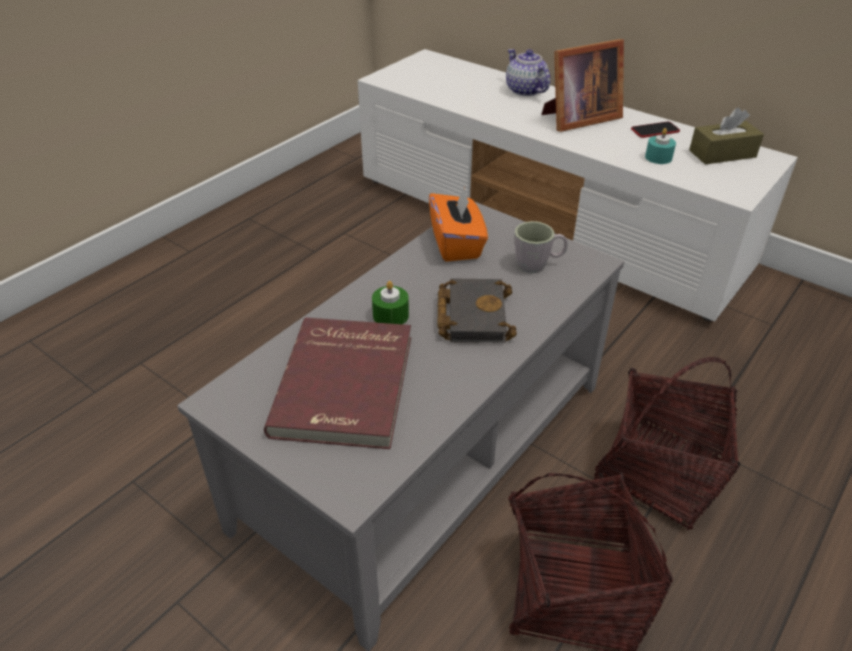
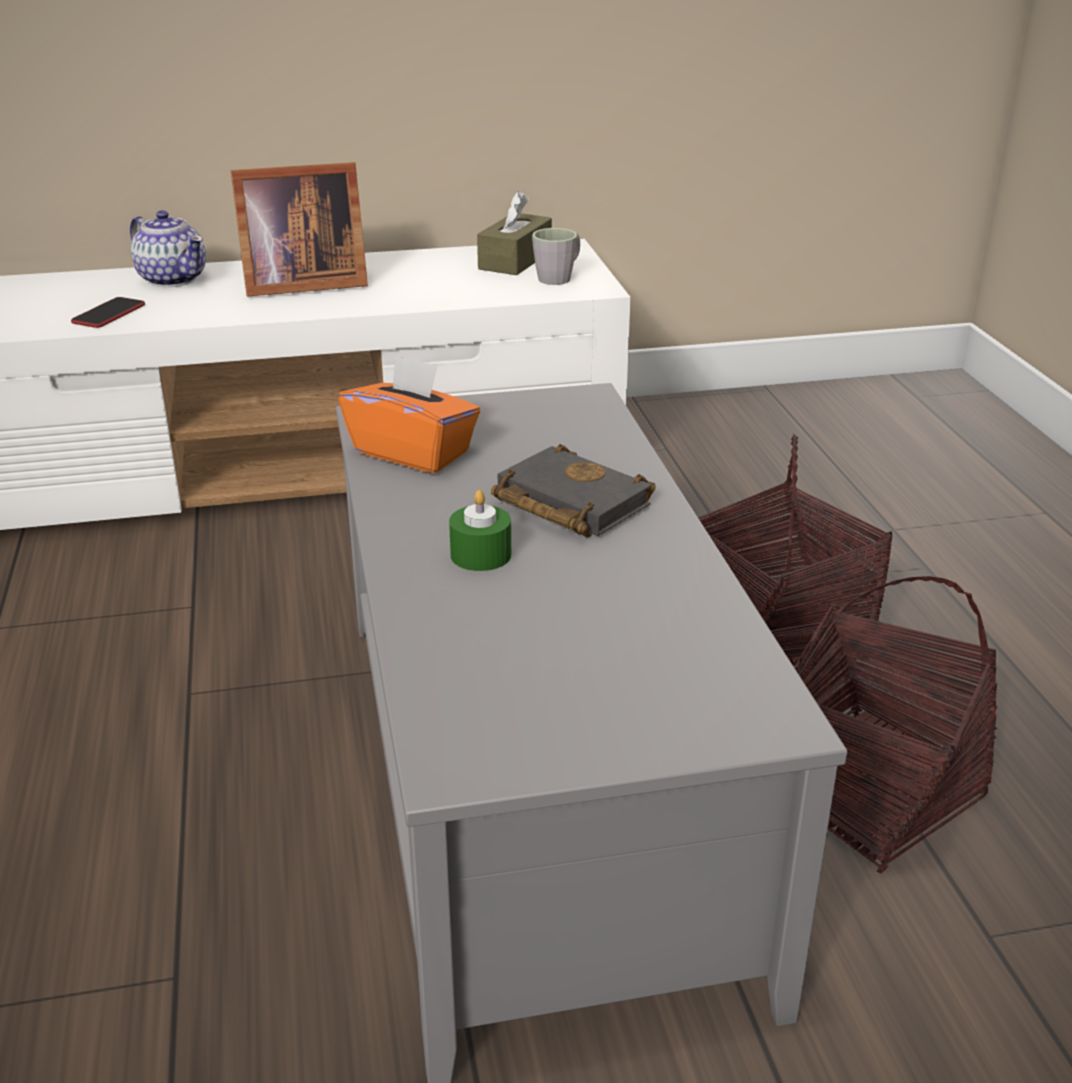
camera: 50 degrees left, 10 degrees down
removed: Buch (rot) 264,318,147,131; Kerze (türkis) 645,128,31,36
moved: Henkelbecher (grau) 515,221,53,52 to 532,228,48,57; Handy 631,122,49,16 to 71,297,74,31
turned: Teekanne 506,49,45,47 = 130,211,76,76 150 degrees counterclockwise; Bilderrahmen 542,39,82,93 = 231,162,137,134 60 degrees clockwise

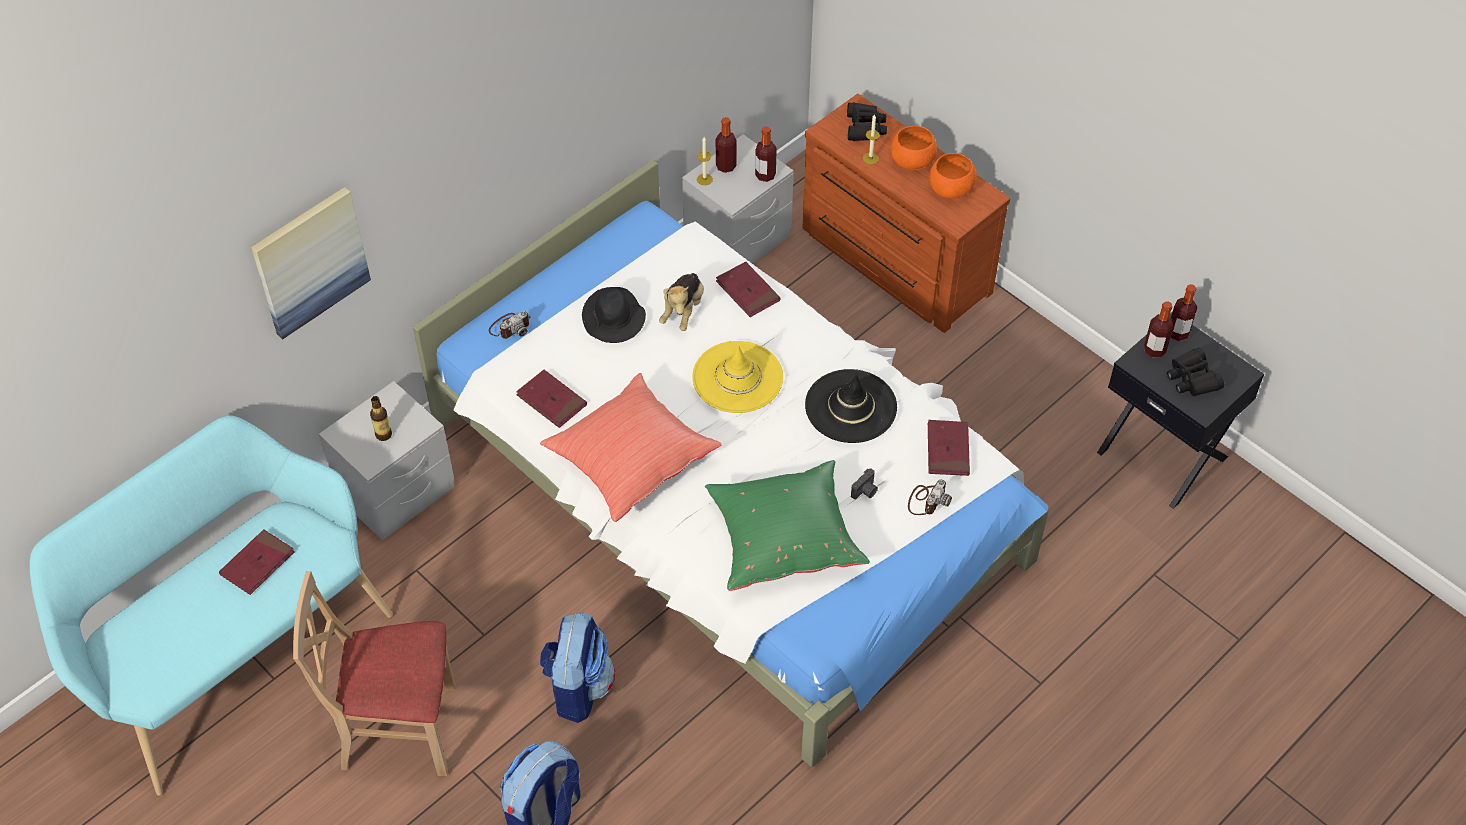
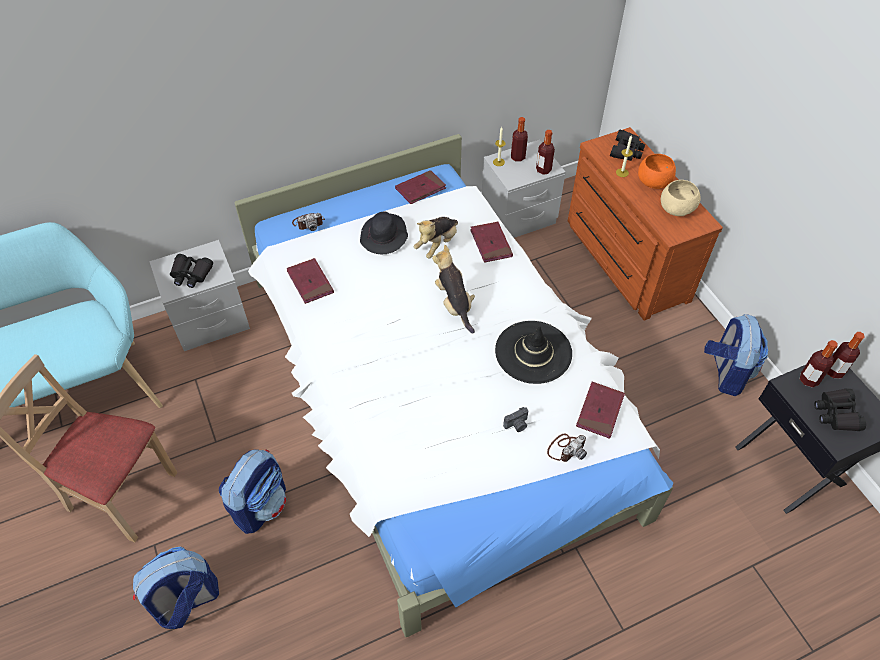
camera: 20 degrees right, 0 degrees up
removed: Bild 251,187,120,152; Kissen (rot) 540,373,182,149; Kissen (grün) 705,460,165,131
added: Rucksack 704,314,64,82
moved: Buch (rot) 219,529,76,66 to 395,170,51,34
replaced: Flasche 370,396,22,45 to Fernglas (schwarz) 170,254,43,34; Hut (gelb) 692,341,91,72 to Plüschtier 432,245,43,89
recoloured: Schüssel (orange) 929,153,48,46 to Schüssel (beige) 661,180,40,36

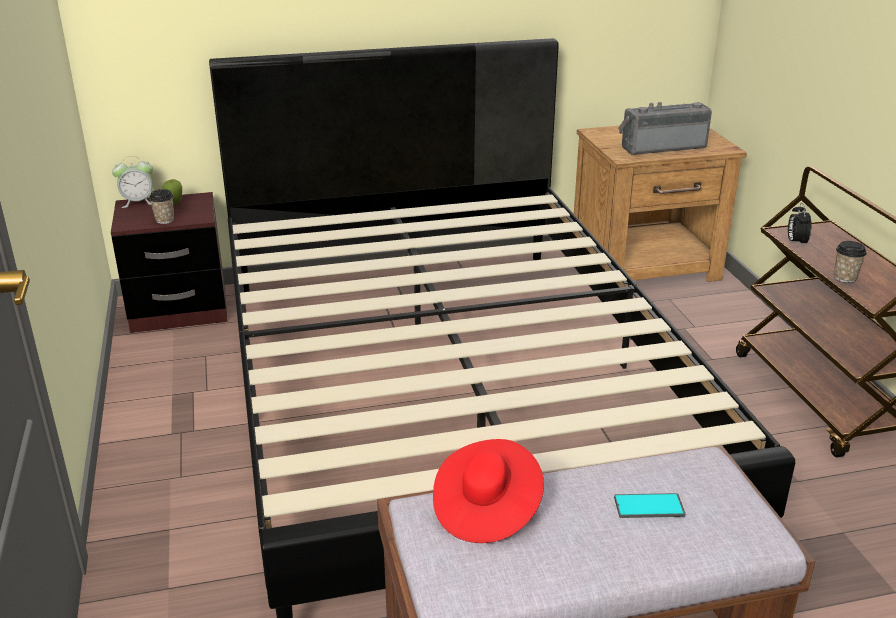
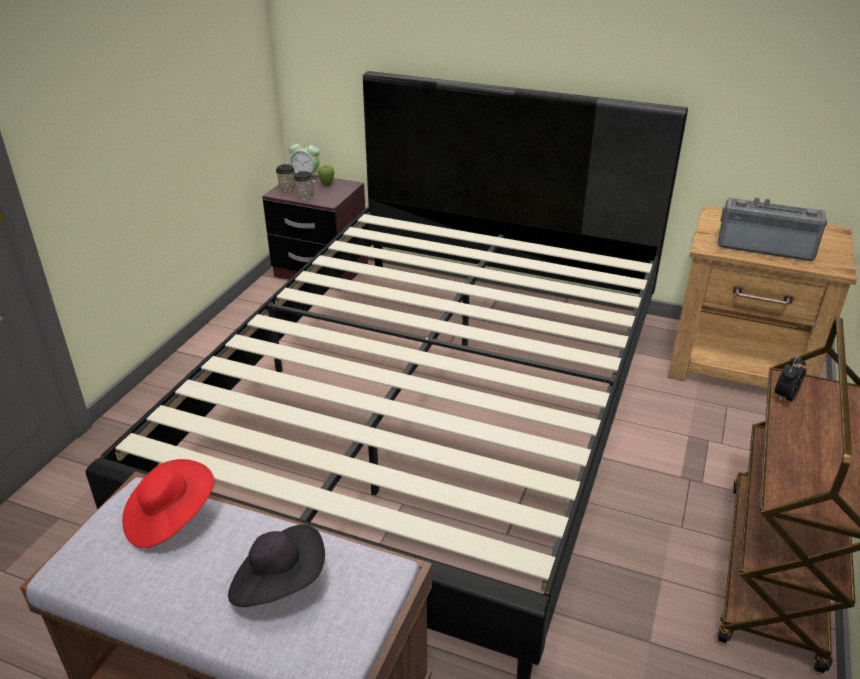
camera: 35 degrees right, 5 degrees up
moved: Tasse 834,241,33,42 to 276,164,19,28
replaced: Handy 614,493,71,25 to Hut (schwarz) 228,525,97,82

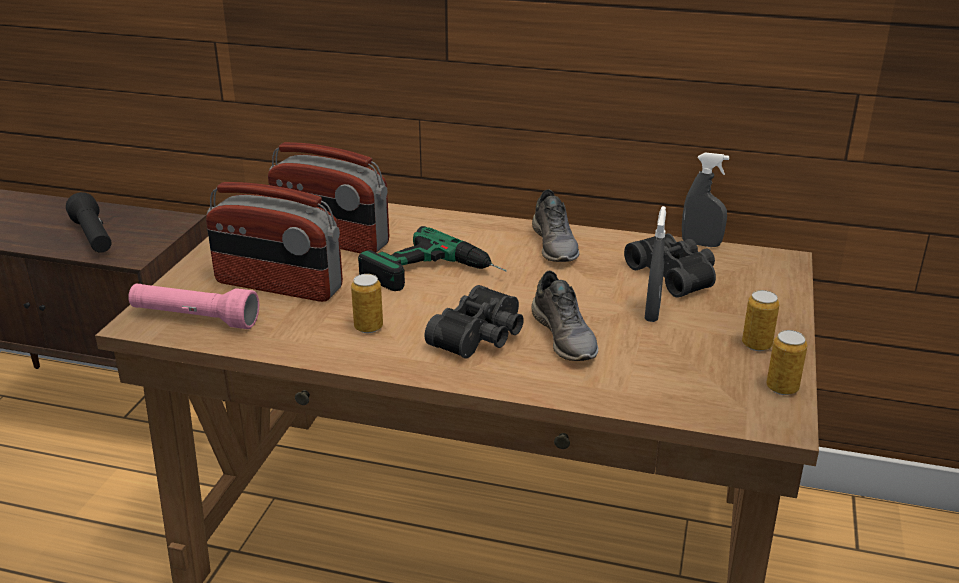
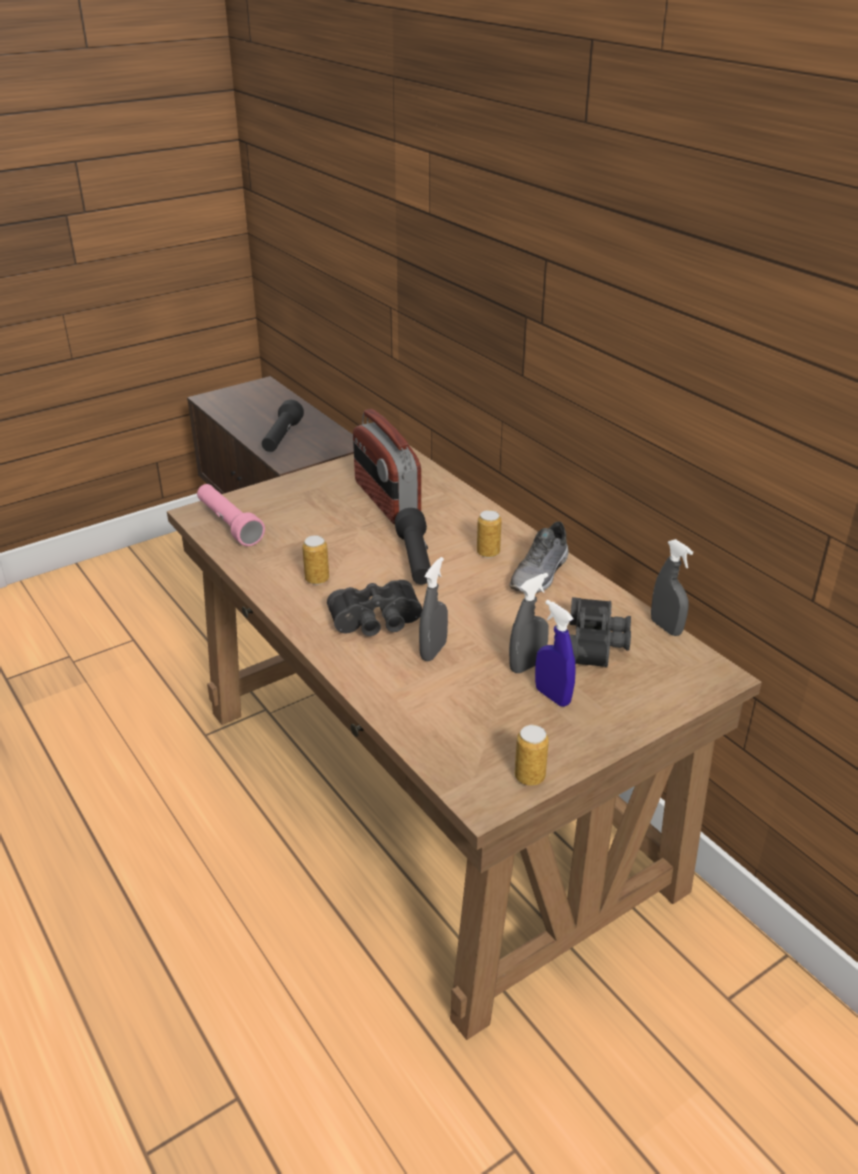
camera: 40 degrees right, 5 degrees up
removed: Radio 206,182,137,120
added: Sprühflasche (blau) 535,600,41,107
moved: Dose 742,290,38,61 to 477,510,25,48
replaced: Bohrmaschine 358,226,149,65 to Taschenlampe (schwarz) 395,508,36,77; Schuh (grau) 531,271,67,90 to Sprühflasche (grau) 419,557,29,104

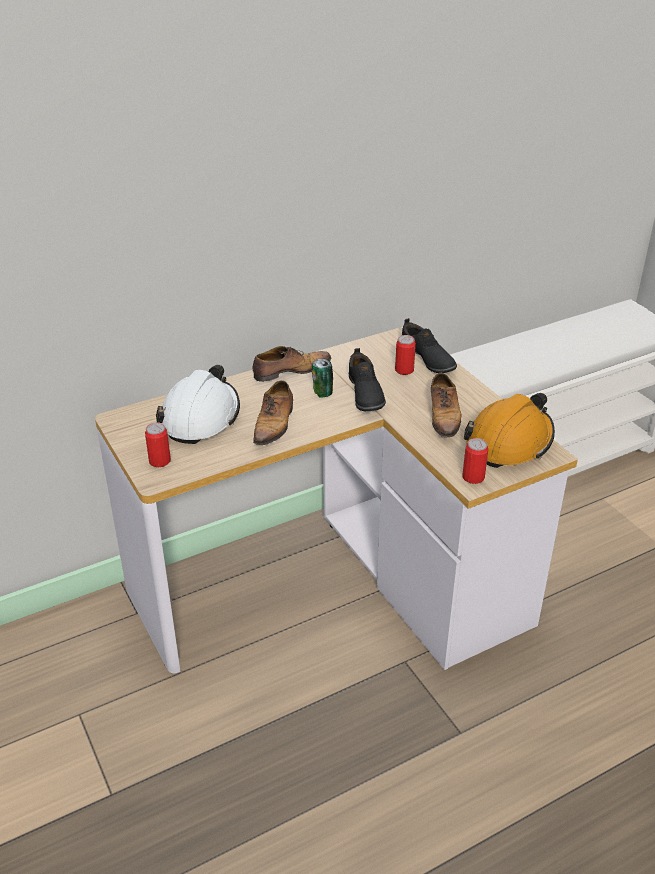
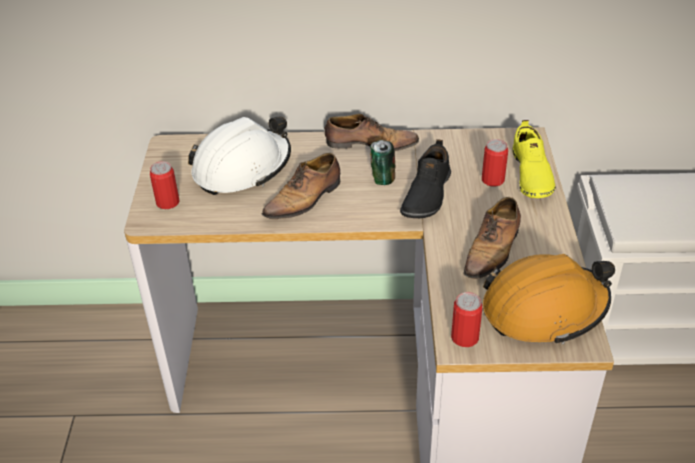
camera: 30 degrees right, 5 degrees up
recoloured: Schuh (schwarz) 402,318,55,55 to Schuh (gelb) 512,120,44,78

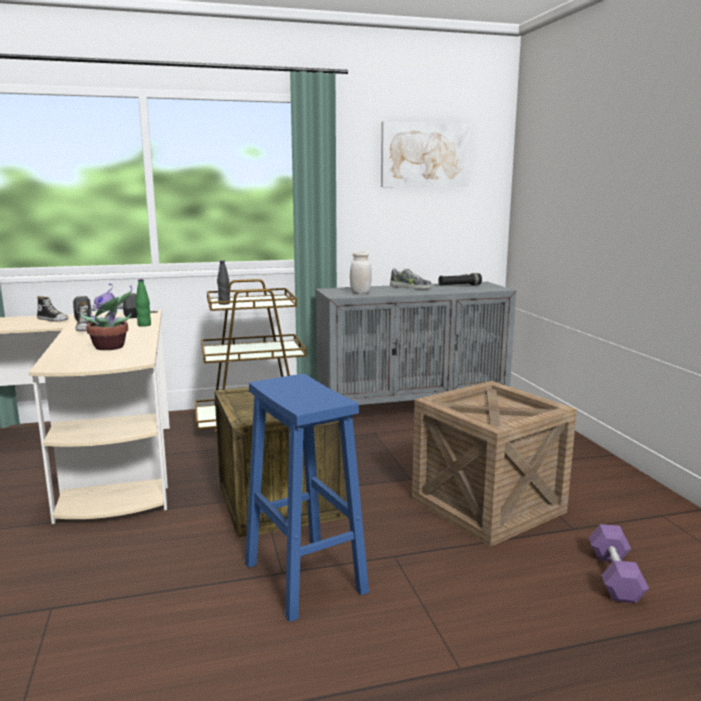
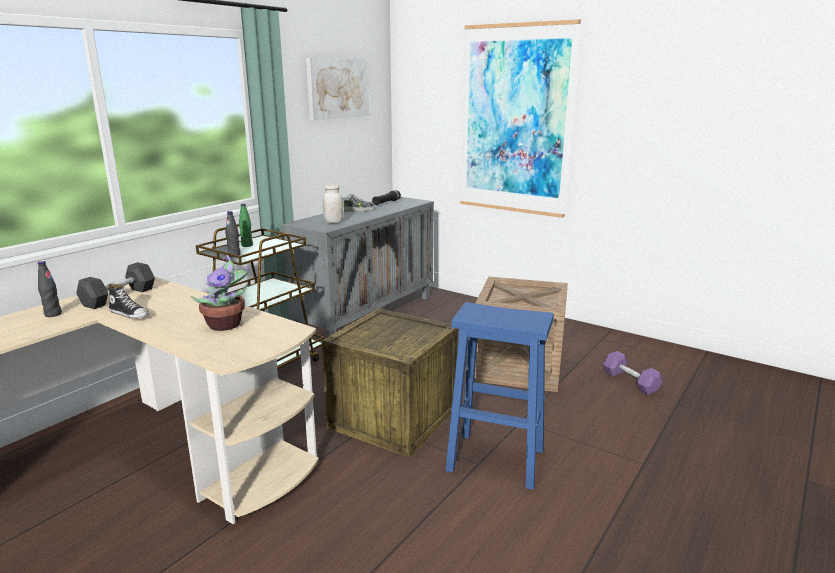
camera: 40 degrees left, 5 degrees up
added: Bild 460,19,121,199
moved: Flasche (grün) 136,279,15,48 to 239,204,14,43
replaced: Schuh 37,296,32,26 to Flasche (schwarz) 38,261,24,56

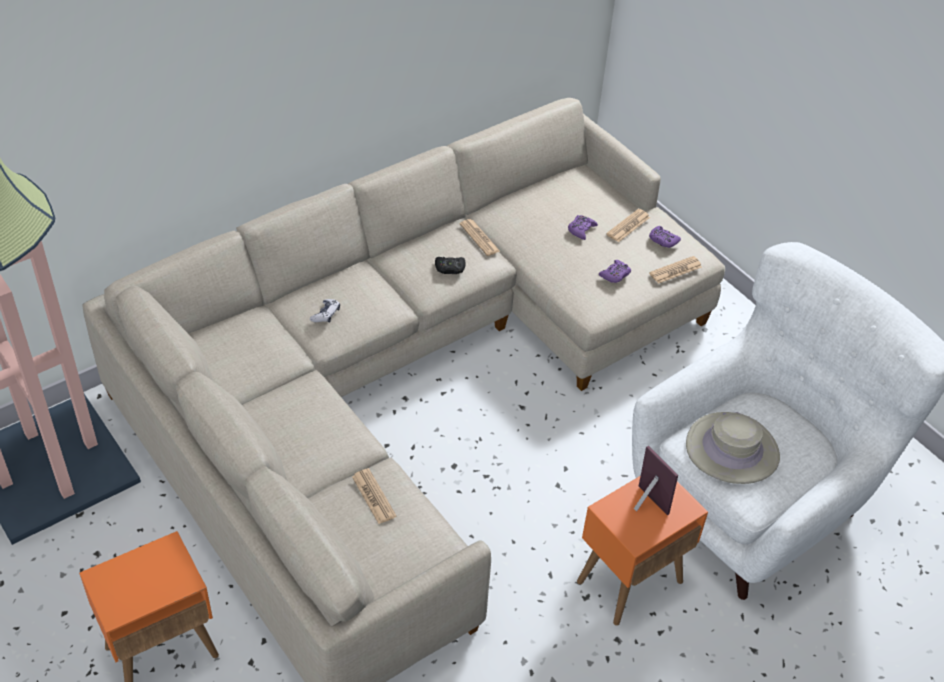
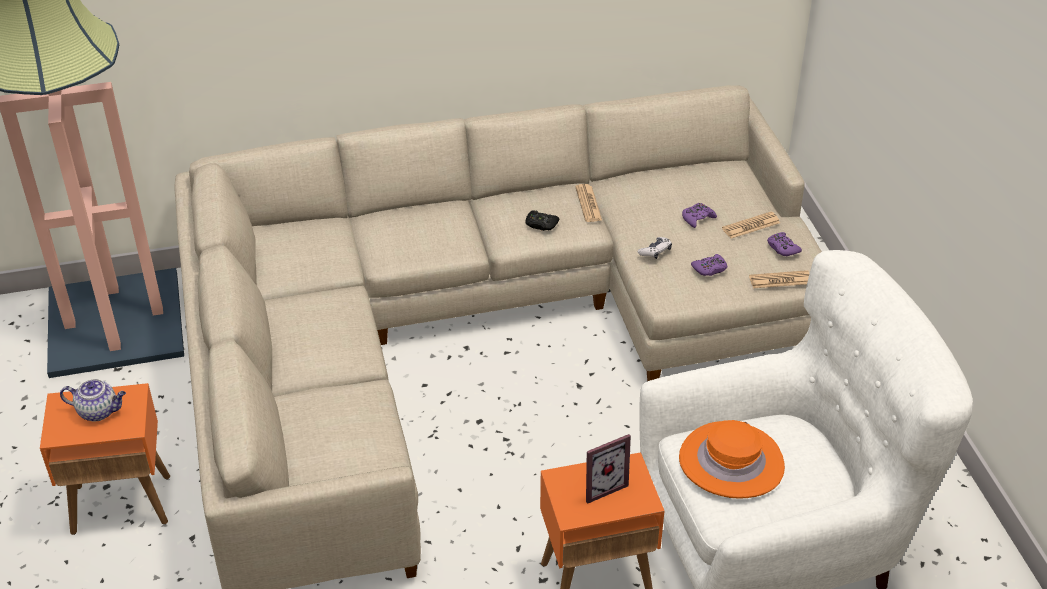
camera: 25 degrees right, 5 degrees down
removed: Zeitung 352,468,44,56
added: Teekanne 60,379,66,42
moved: Gamepad 310,299,30,24 to 638,237,34,22
recoloured: Hut (beige) 686,412,94,72 to Hut (orange) 679,420,106,78
turned: Bilderrahmen 634,446,44,69 = 586,434,45,70 75 degrees clockwise

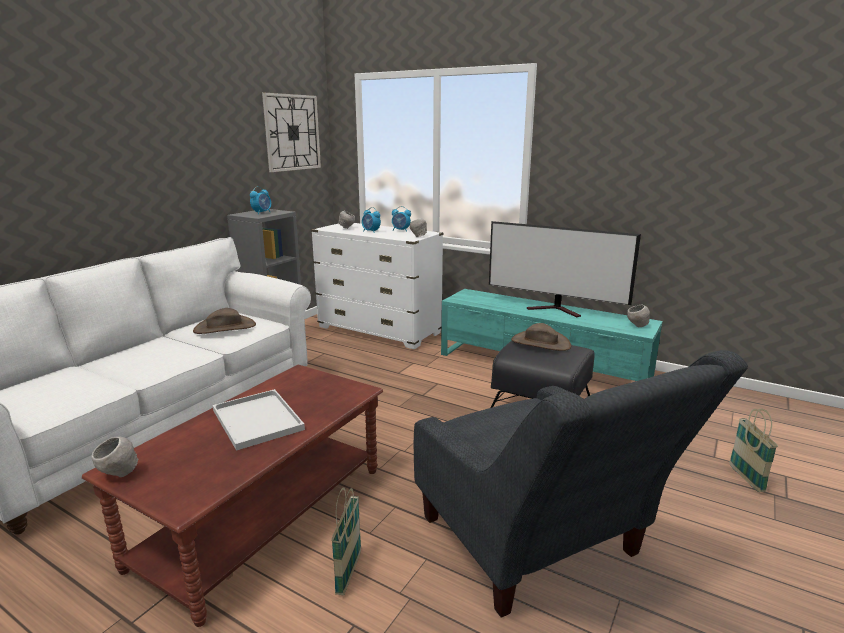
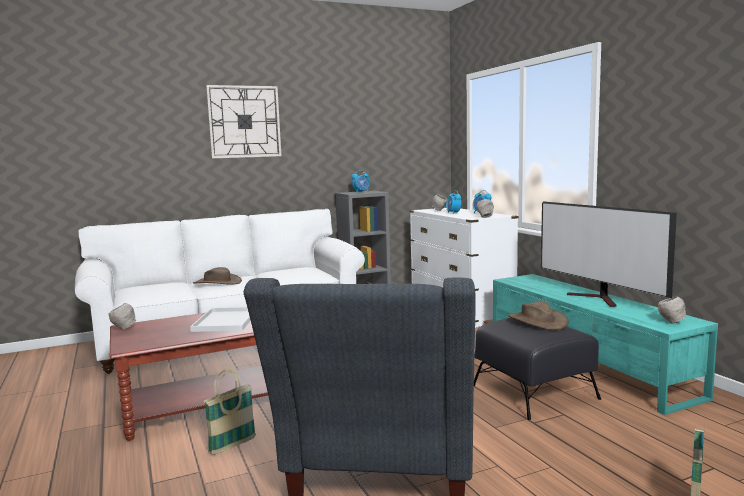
camera: 35 degrees right, 10 degrees down
moved: Hut (braun) 193,308,63,26 to 193,267,49,17; Wanduhr 262,93,59,79 to 206,85,75,73

